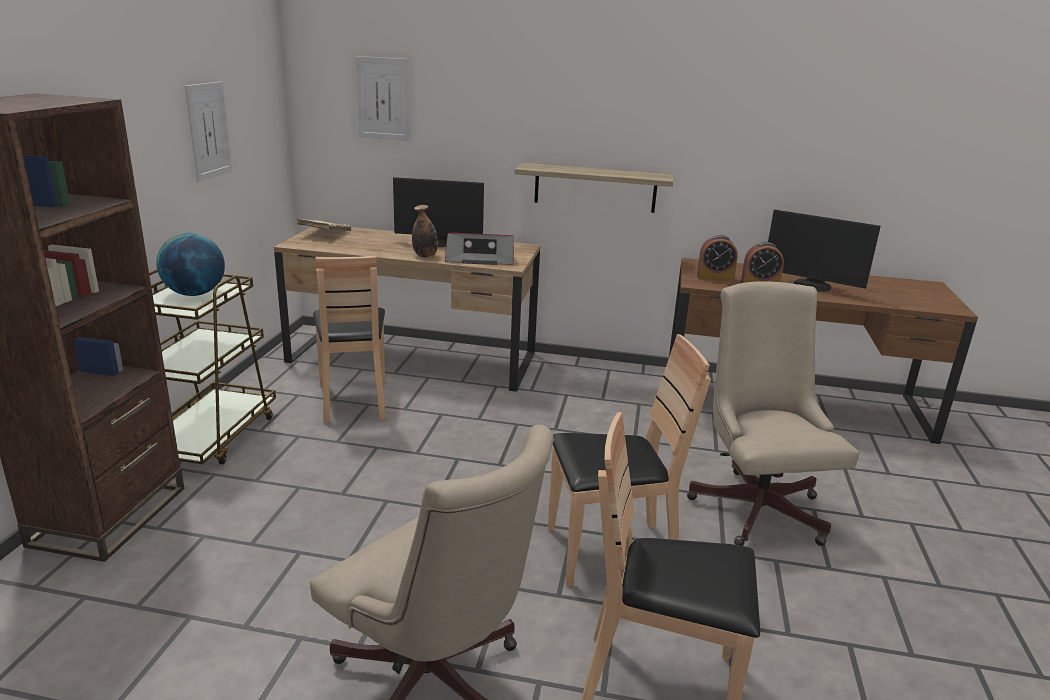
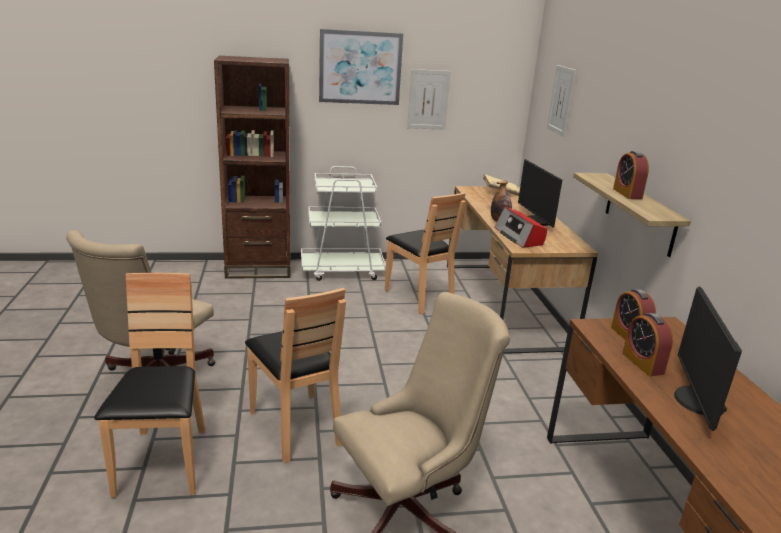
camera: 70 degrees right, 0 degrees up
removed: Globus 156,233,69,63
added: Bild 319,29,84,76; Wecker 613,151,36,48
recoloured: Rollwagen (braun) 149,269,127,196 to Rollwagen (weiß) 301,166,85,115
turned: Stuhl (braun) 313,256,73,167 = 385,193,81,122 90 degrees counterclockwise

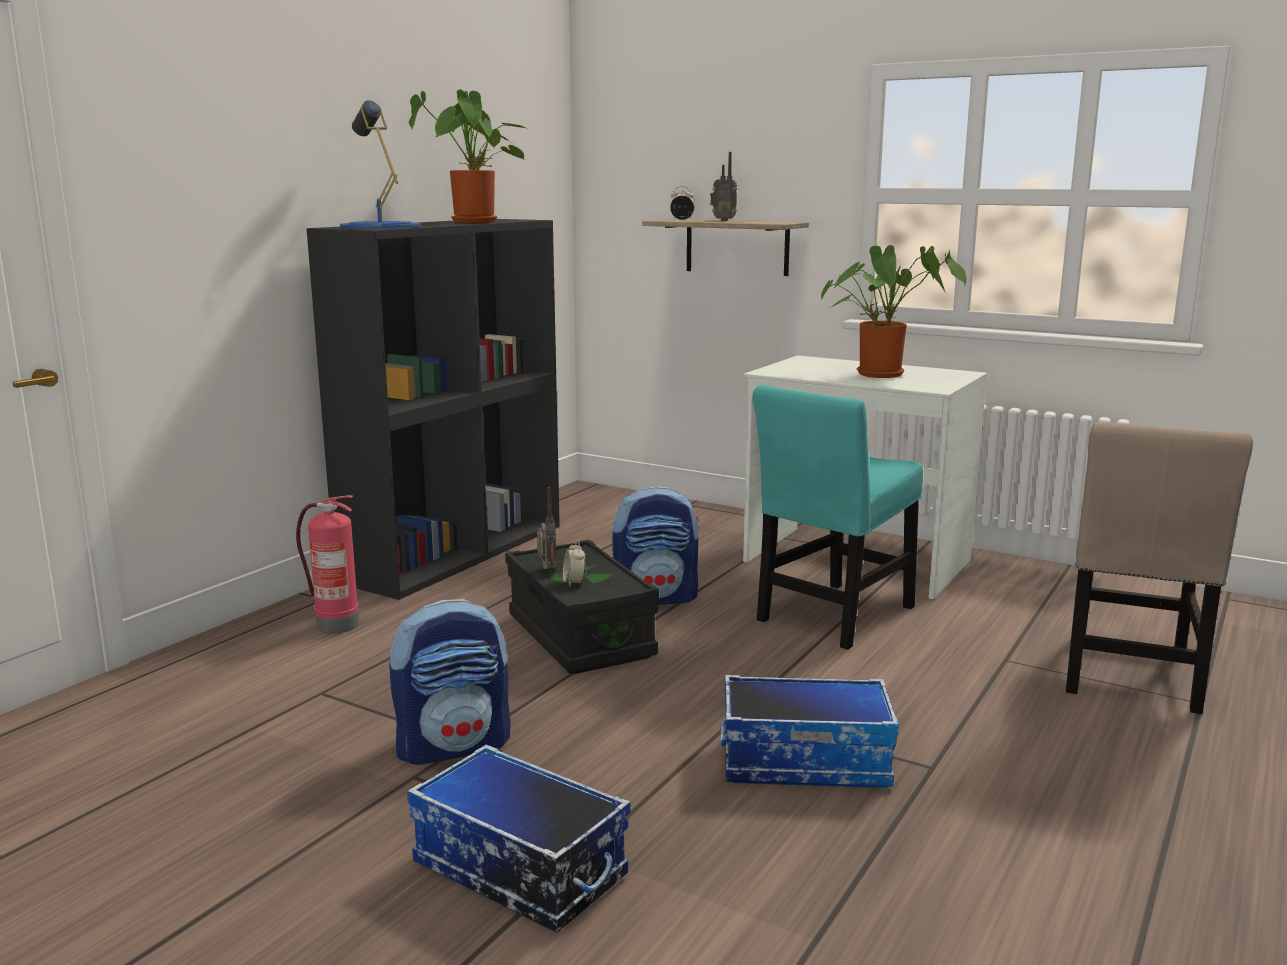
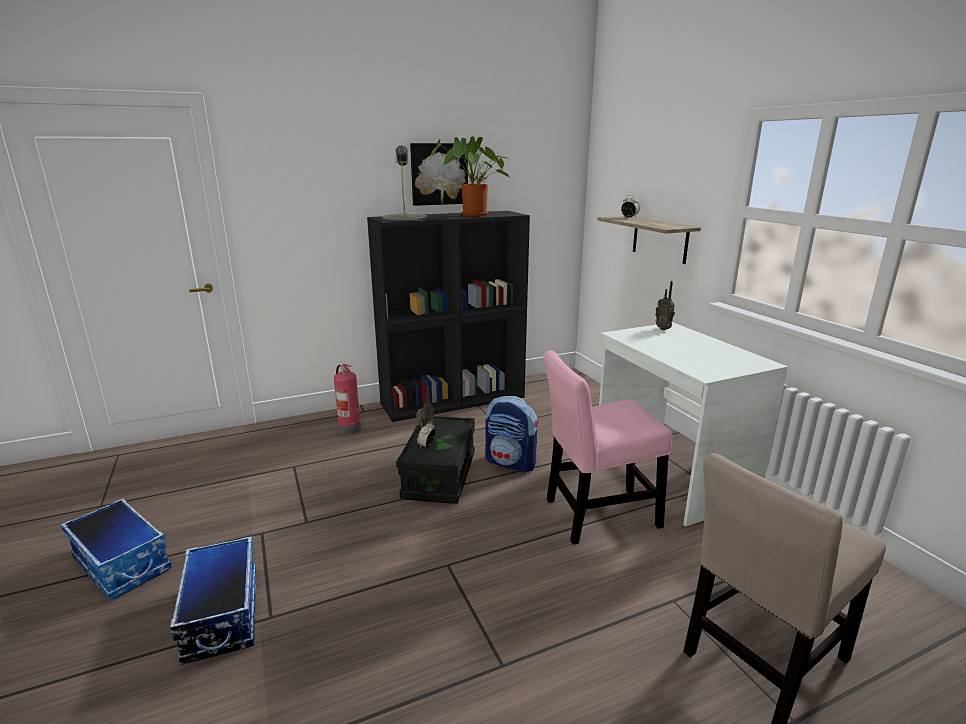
camera: 35 degrees right, 5 degrees up
removed: Rucksack 389,599,122,166; Topfpflanze 821,245,146,133
added: Bild 410,143,58,63
moved: Radio 710,152,27,69 to 655,281,20,49; Aufbewahrungsbox 720,675,179,113 to 61,498,111,102
recoloured: Tischlampe (blau) 340,100,81,128 to Tischlampe (grau) 382,146,45,74; Stuhl (türkis) 753,385,170,265 to Stuhl (rosa) 543,350,129,194

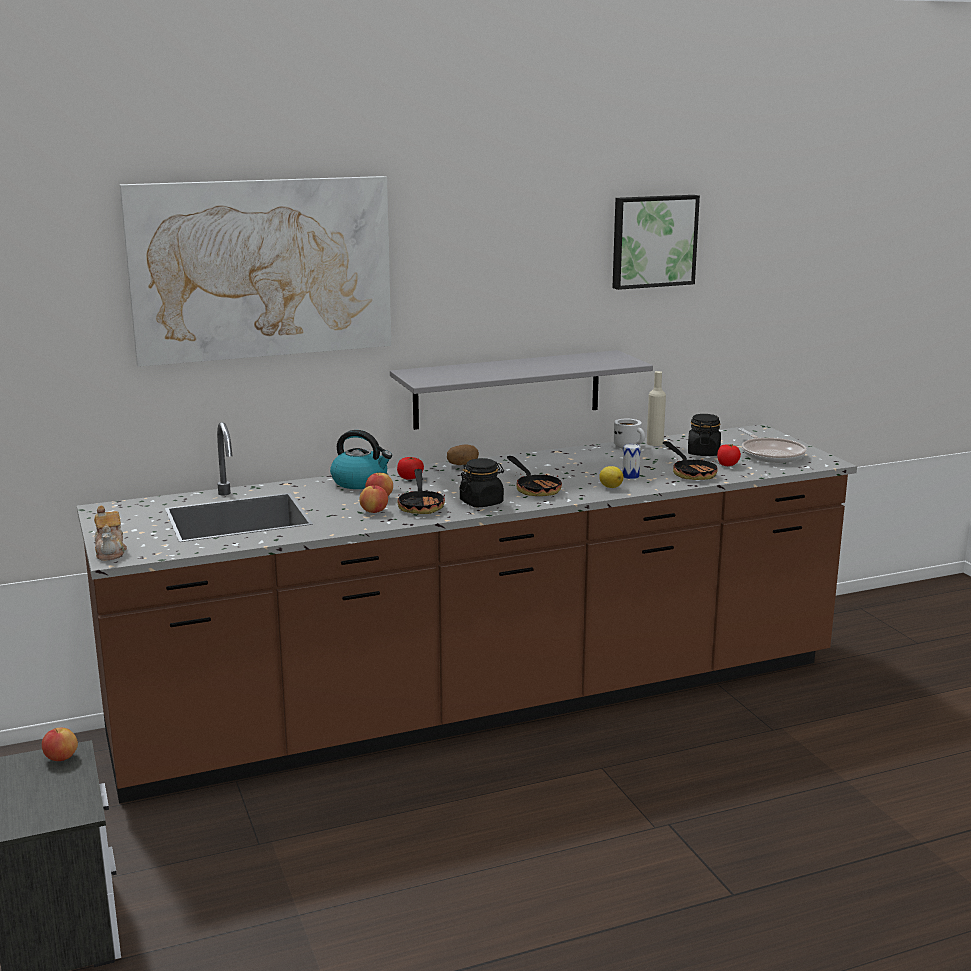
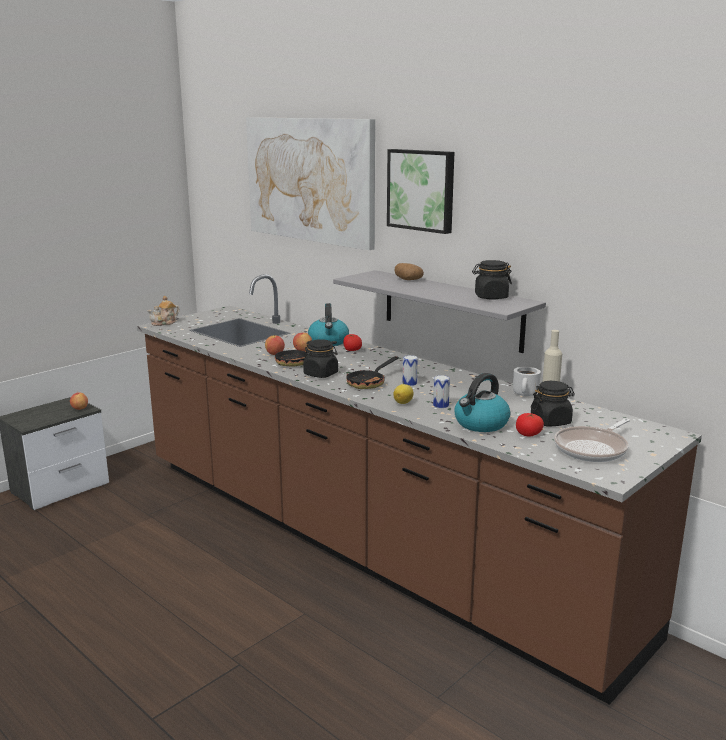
camera: 65 degrees right, 0 degrees up
added: Dose 403,355,15,31; Vorratsglas (schwarz) 472,260,40,40
moved: Kartoffel 447,445,32,20 to 394,263,30,17; Bild 612,195,88,95 to 387,149,67,85
replaced: Pfanne 663,441,57,39 to Wasserkessel 455,373,55,59

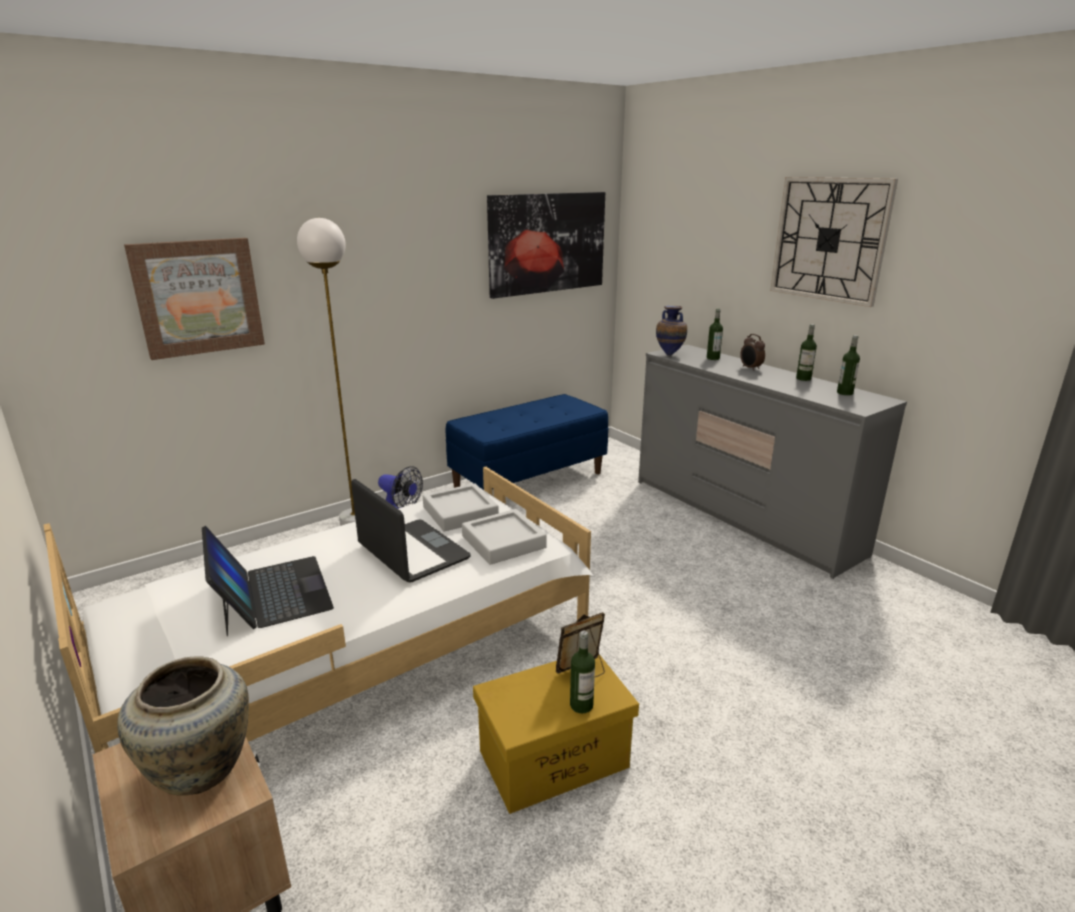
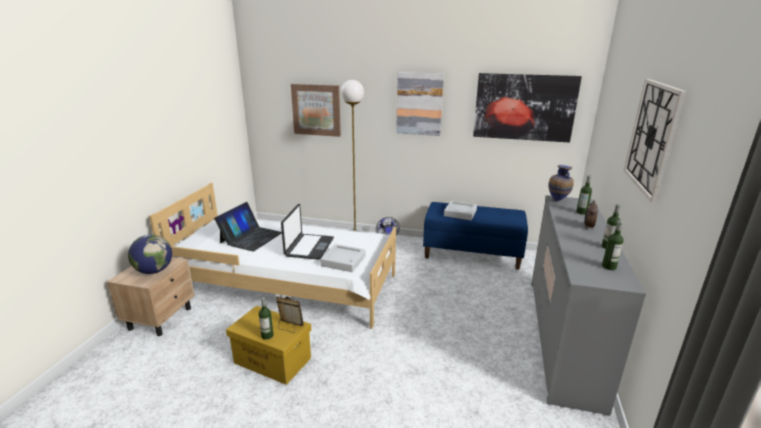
camera: 50 degrees right, 0 degrees up
added: Bild 396,72,48,64
moved: Tablett (grau) 423,483,76,49 to 444,201,33,19
replaced: Vase (beige) 117,656,132,140 to Globus 128,235,44,39

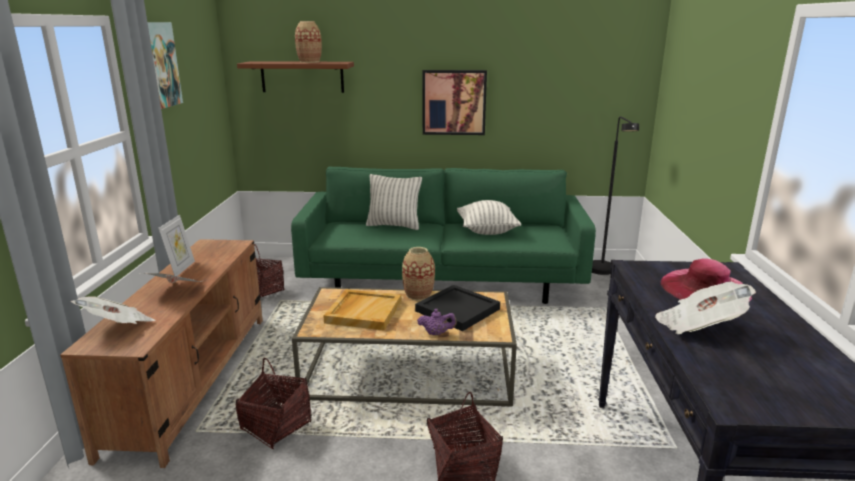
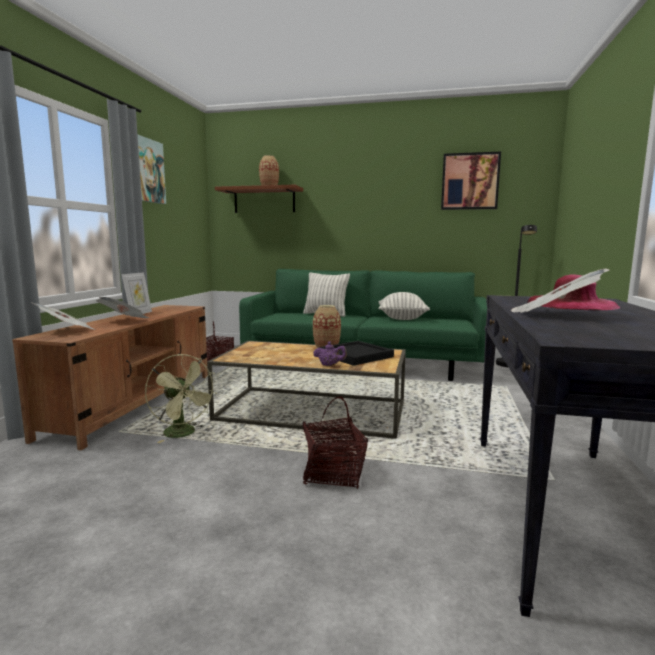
camera: 10 degrees right, 10 degrees down
removed: Tablett (beige) 323,289,78,41
moved: Bild 422,70,65,65 to 441,152,60,58
replaced: Korb 235,358,76,91 to Ventilator (grün) 145,354,72,89

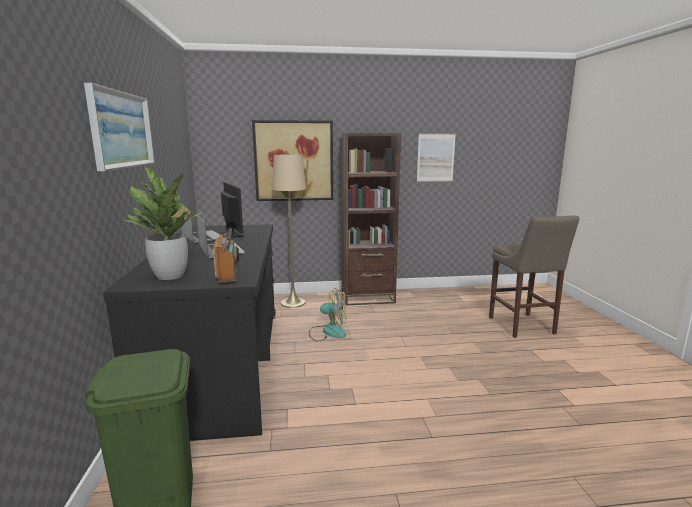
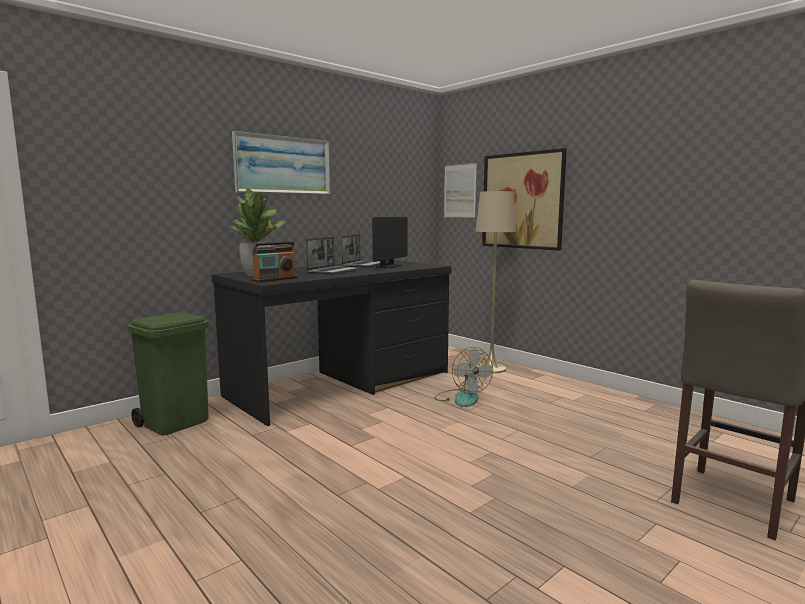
camera: 55 degrees right, 5 degrees down
removed: Bücherregal (braun) 341,133,60,173
moved: Bild 417,133,39,49 to 444,163,33,55

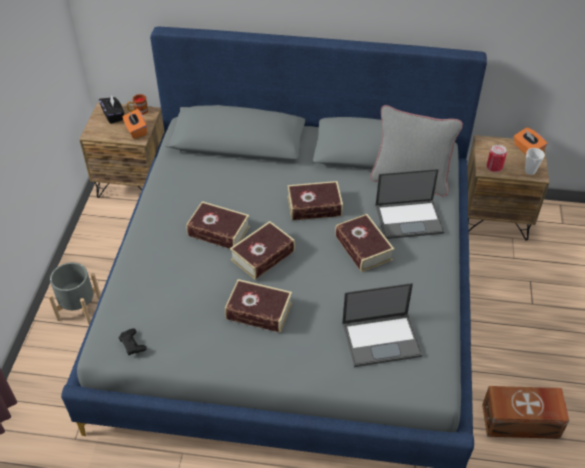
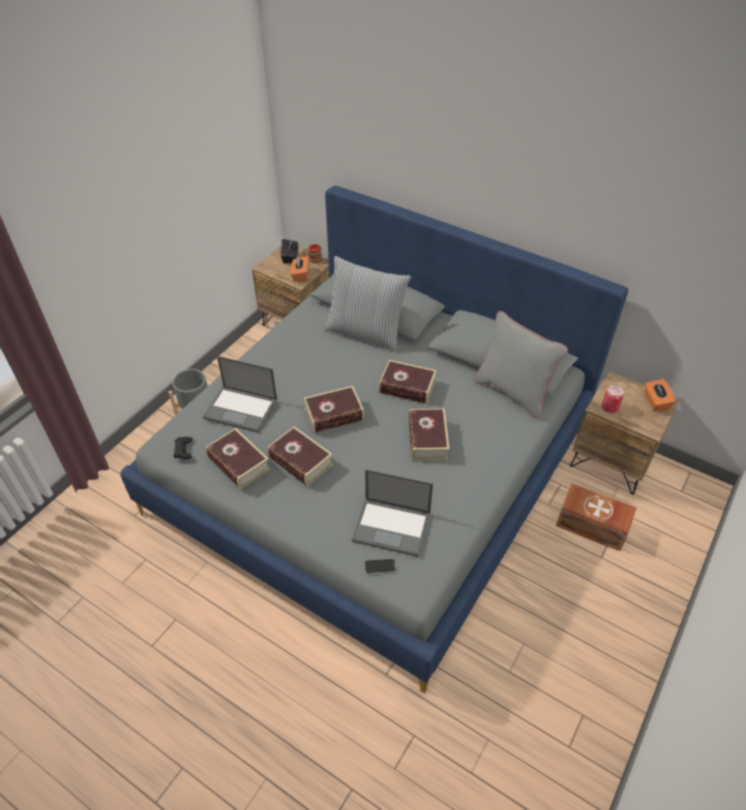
camera: 25 degrees right, 0 degrees up
removed: Tasse 525,148,20,27
added: Kissen 324,256,87,96; Handy 365,559,31,15
moved: Buch 186,201,64,48 to 206,428,64,62; Laptop 375,169,70,70 to 203,356,74,77; Aufbewahrungsbox (braun) 482,386,87,53 to 556,483,81,68

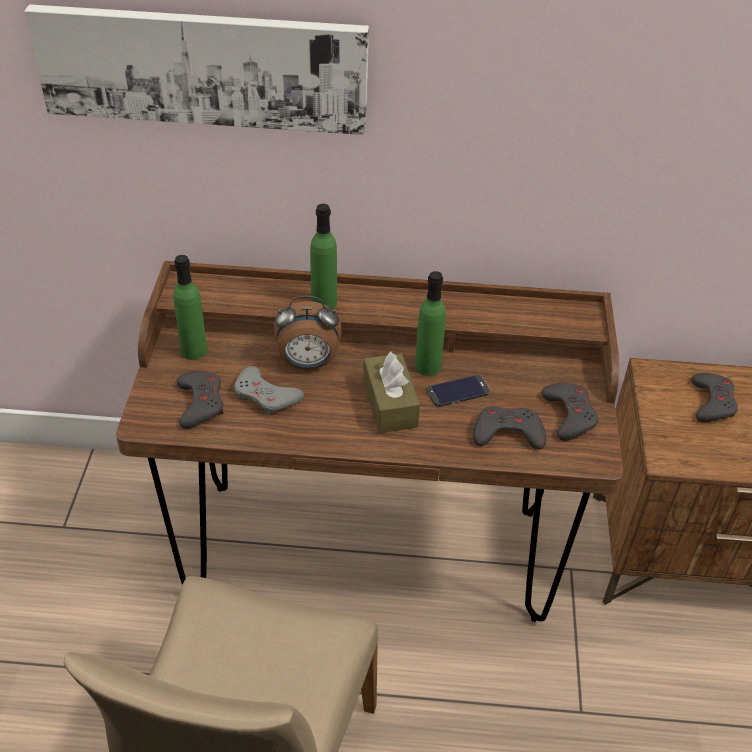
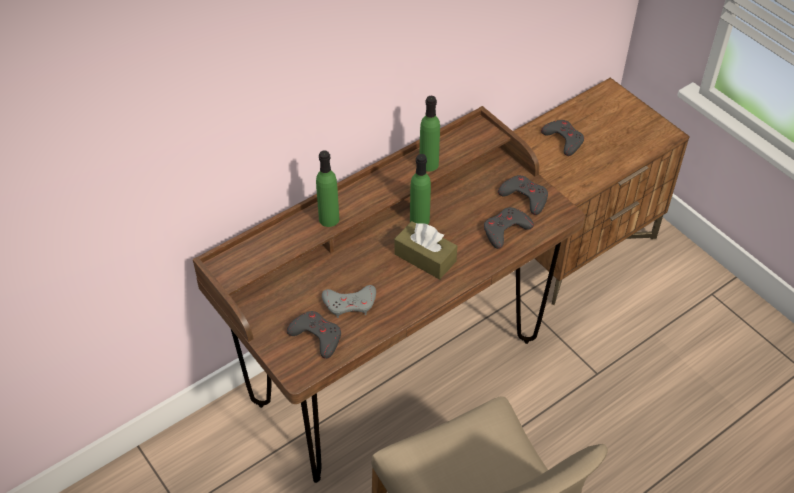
camera: 40 degrees left, 5 degrees up
removed: Bild 25,4,344,131; Wecker 274,296,68,73; Handy 427,375,63,32
moved: Flasche (grün) 173,255,34,105 to 420,96,20,76

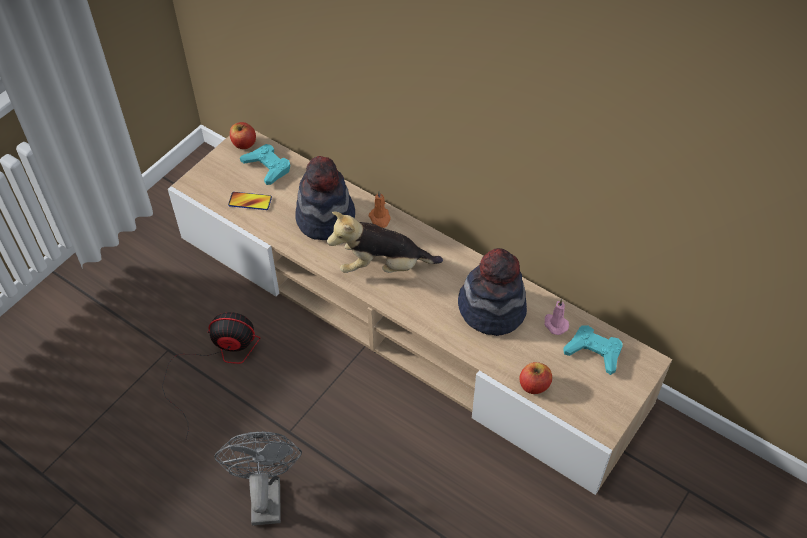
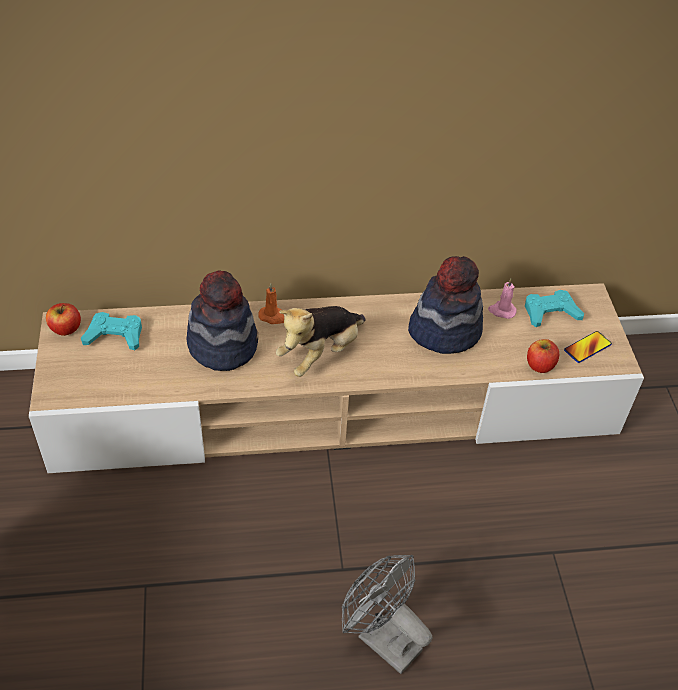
camera: 45 degrees left, 5 degrees down
removed: Ventilator 162,312,98,130
moved: Handy 228,192,44,18 to 564,331,48,32

